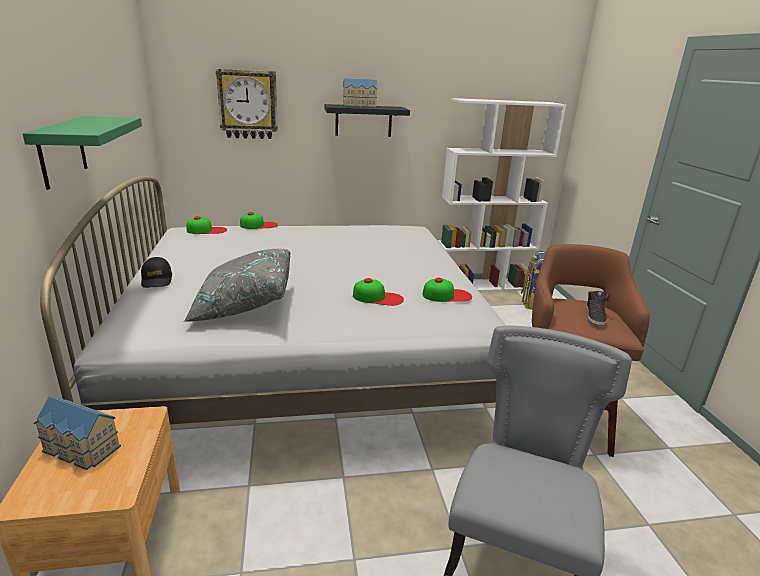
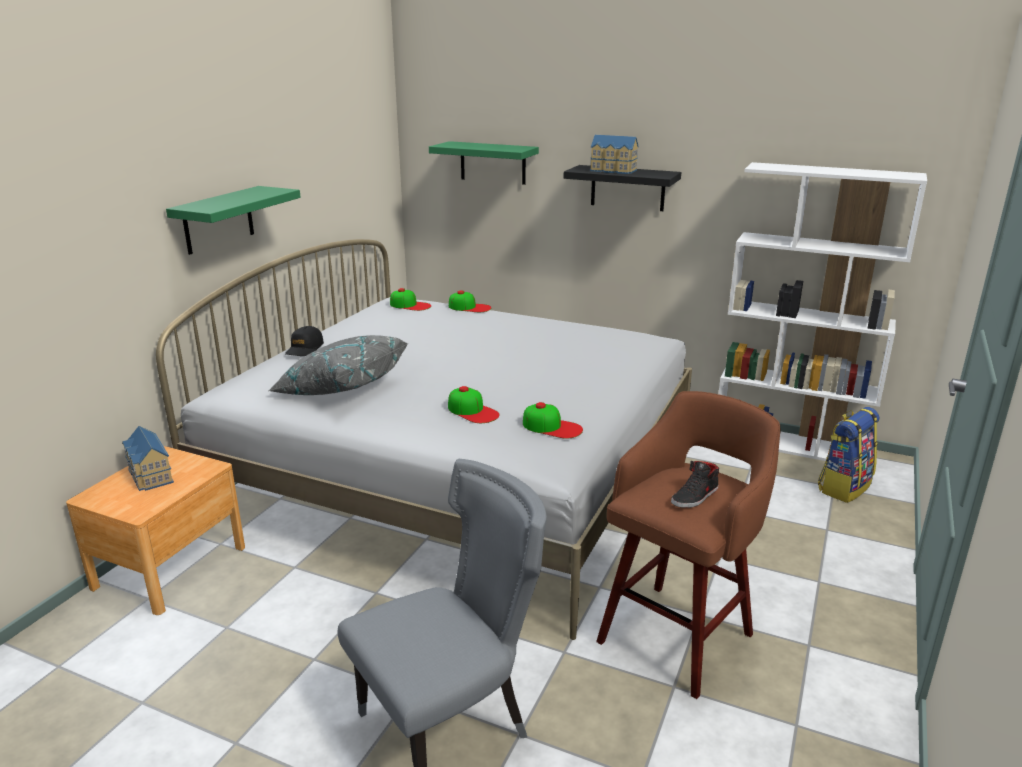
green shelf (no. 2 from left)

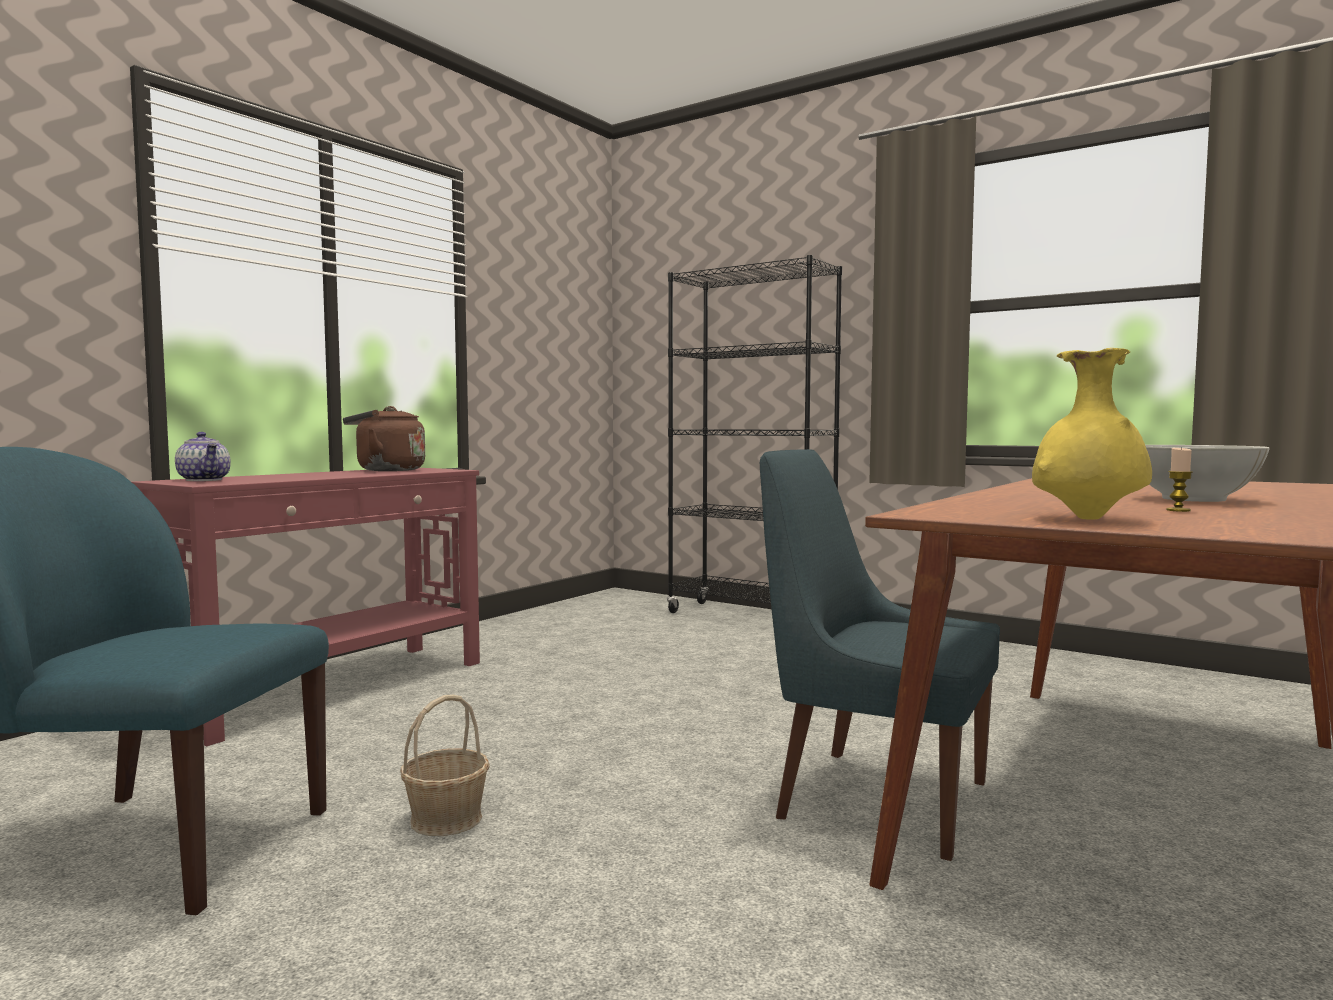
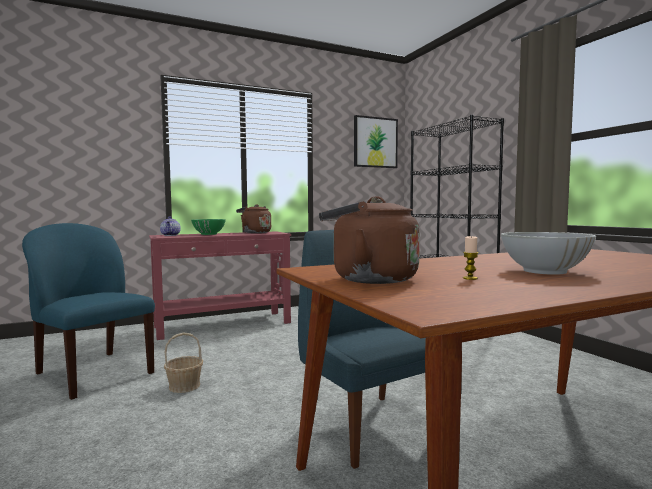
green bowl; brown kettle (no. 2 from left); picture

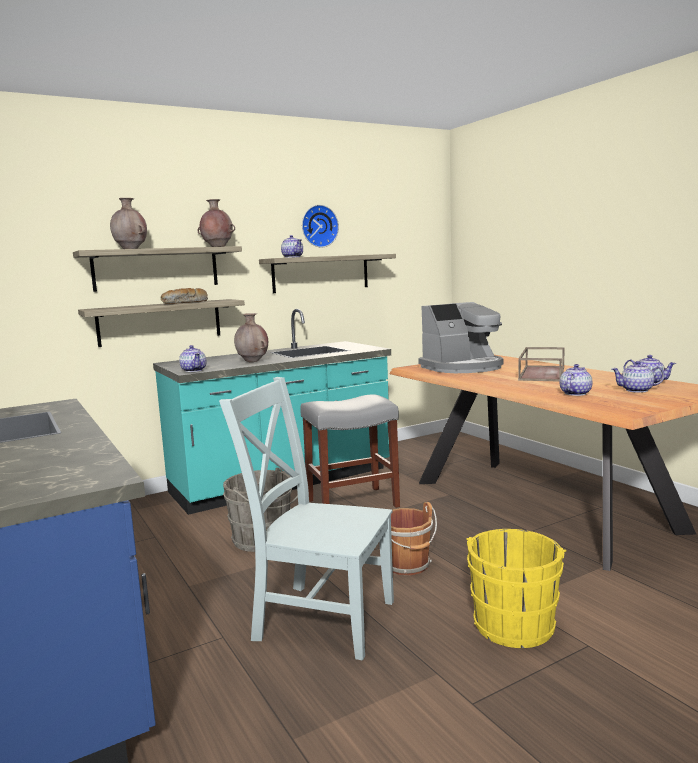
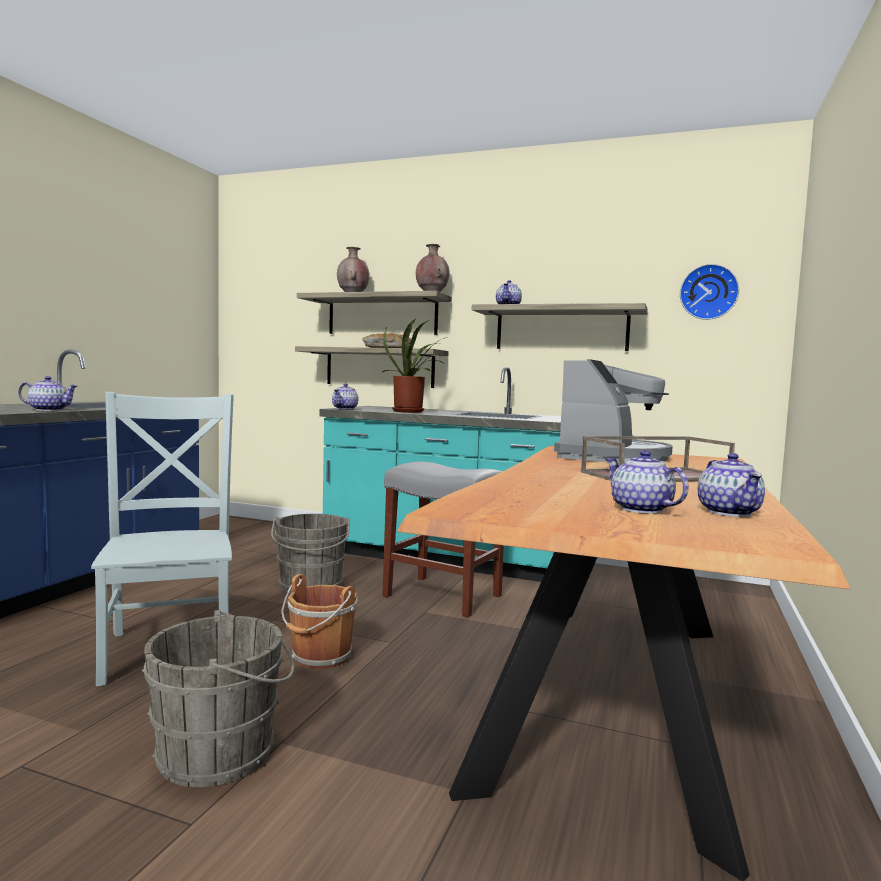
teapot (no. 1 from left); grey bucket (no. 1 from left); potted plant; coffee machine; wall clock

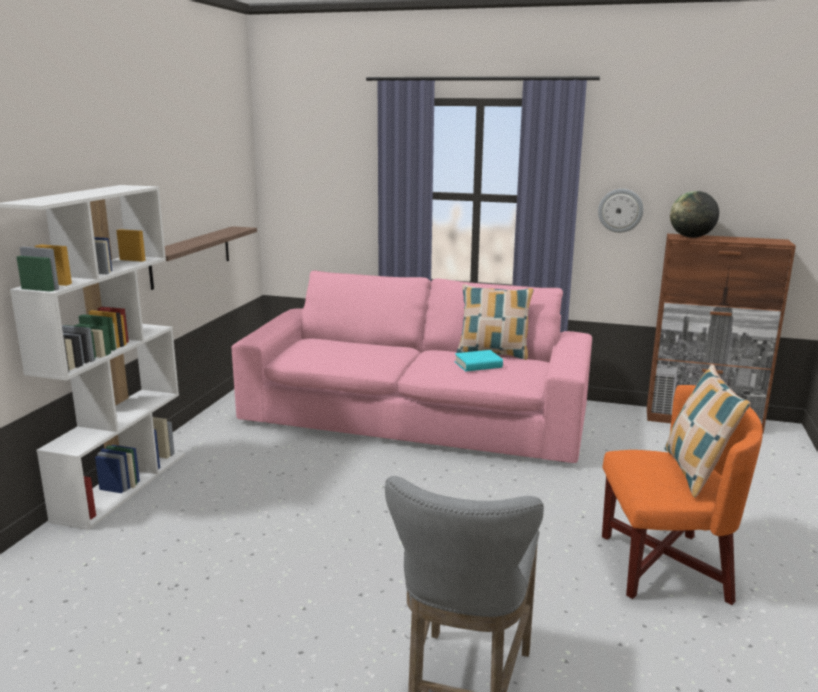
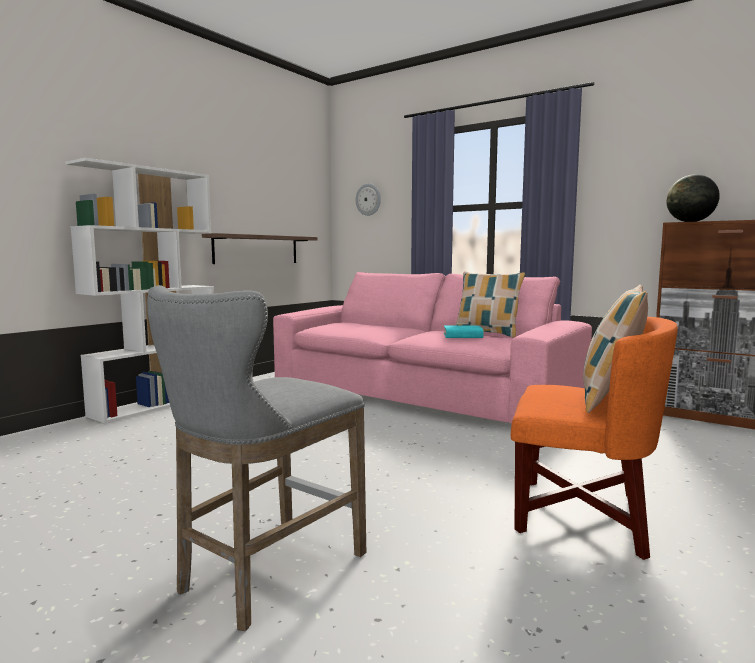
wall clock

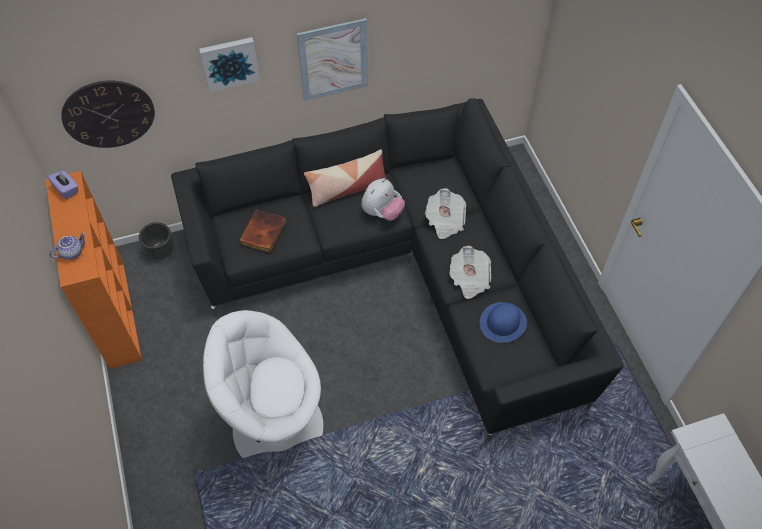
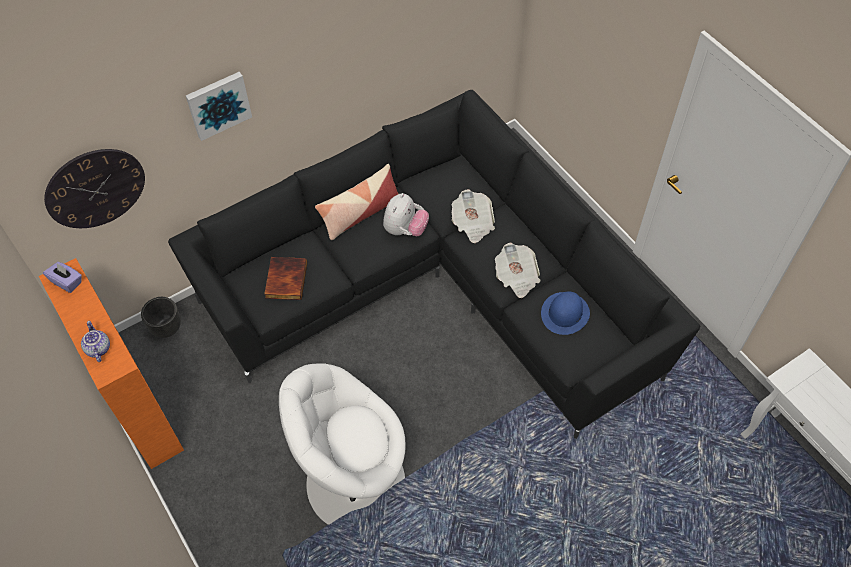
teapot; picture (no. 2 from left in the first image)

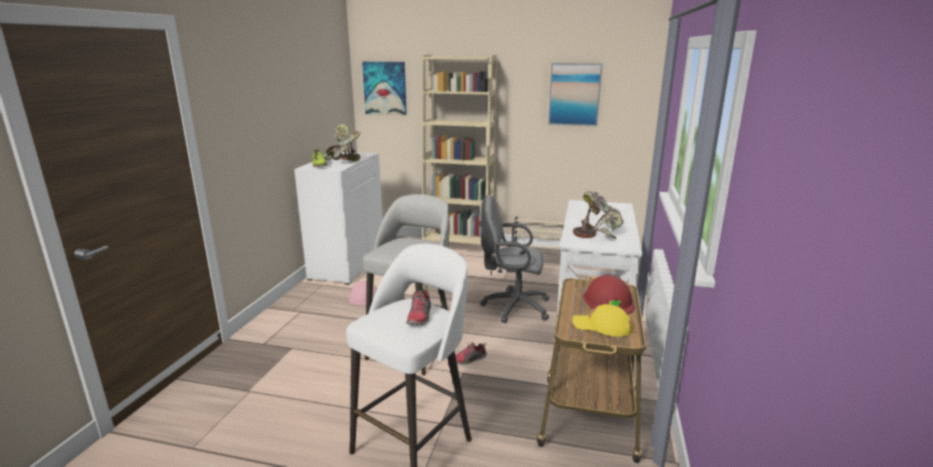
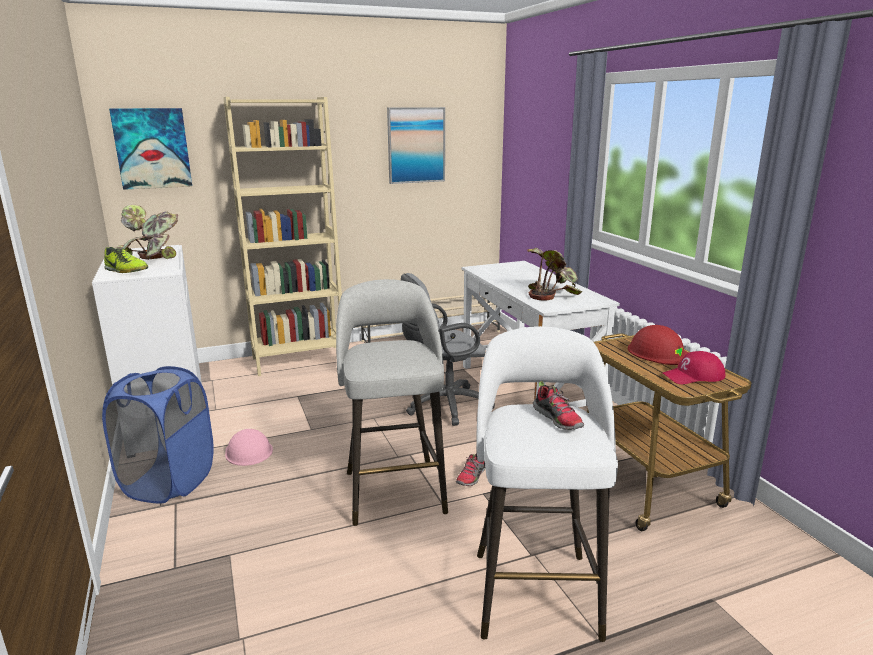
blue laundry basket; red cap

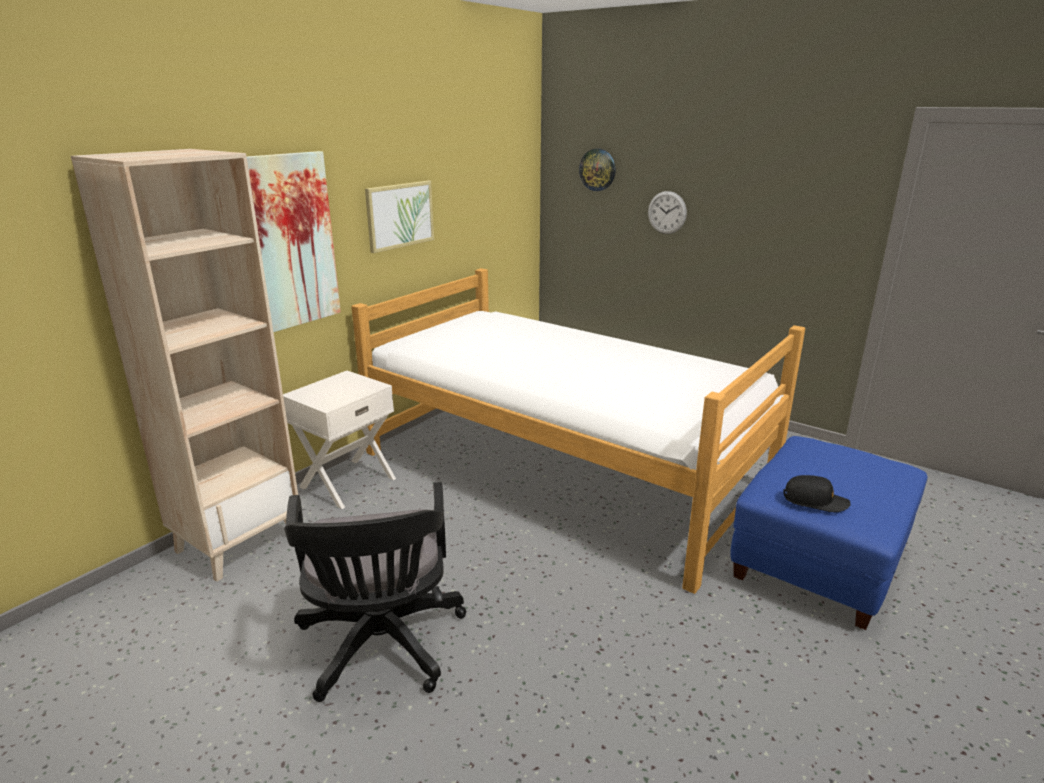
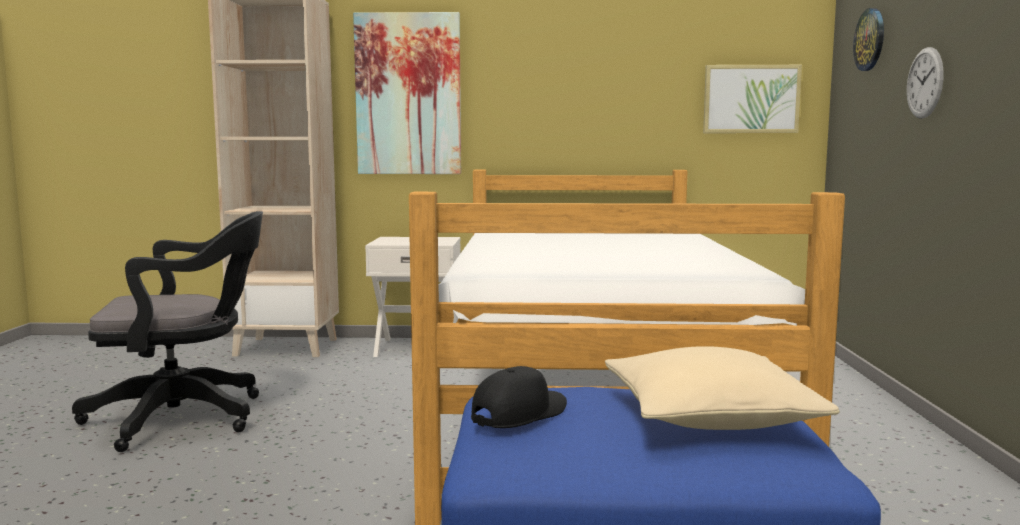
black office chair; black cap; beige pillow; picture (no. 2 from left)

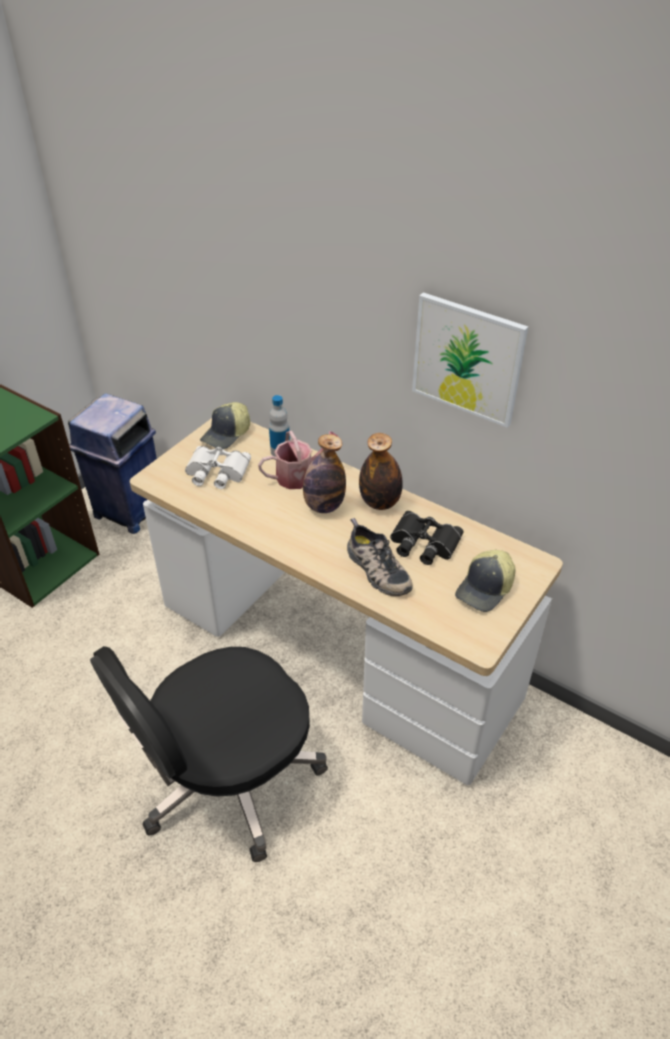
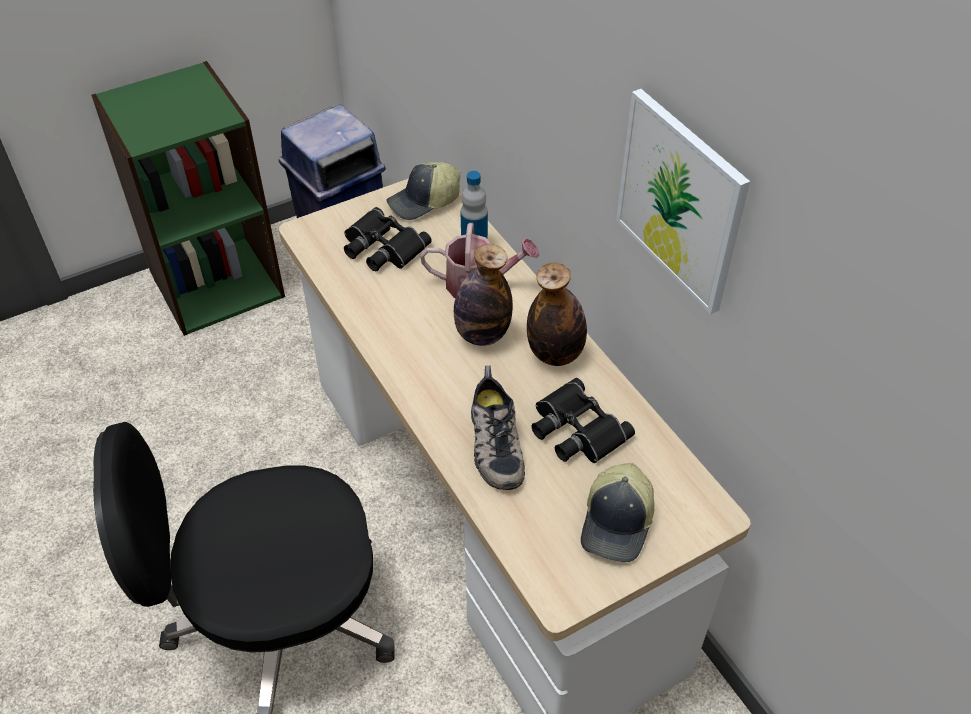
black binoculars (no. 1 from left); cap (no. 2 from left)

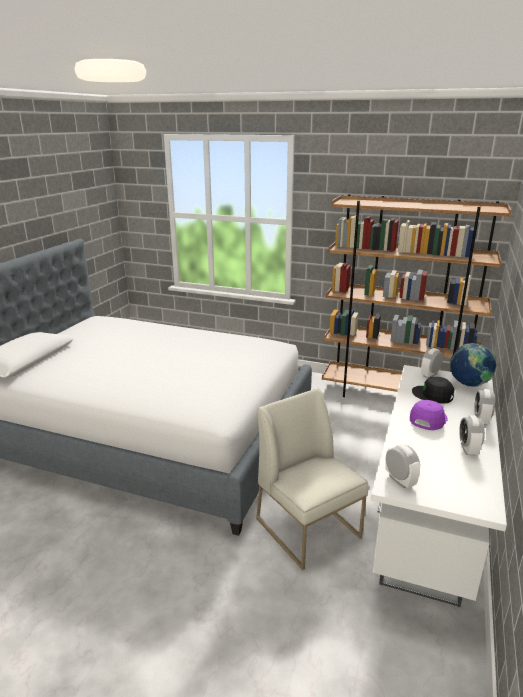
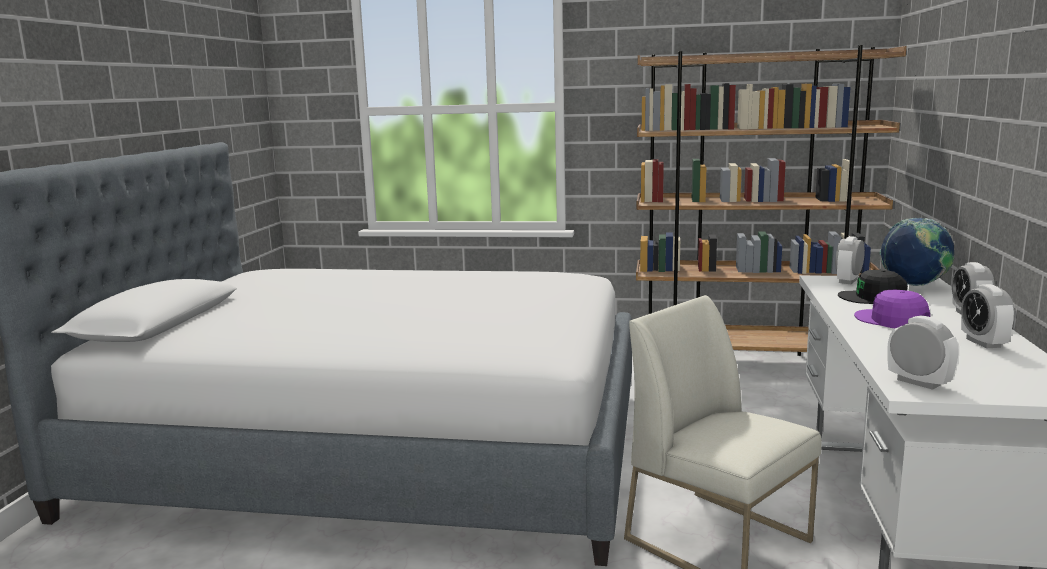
purple cap

